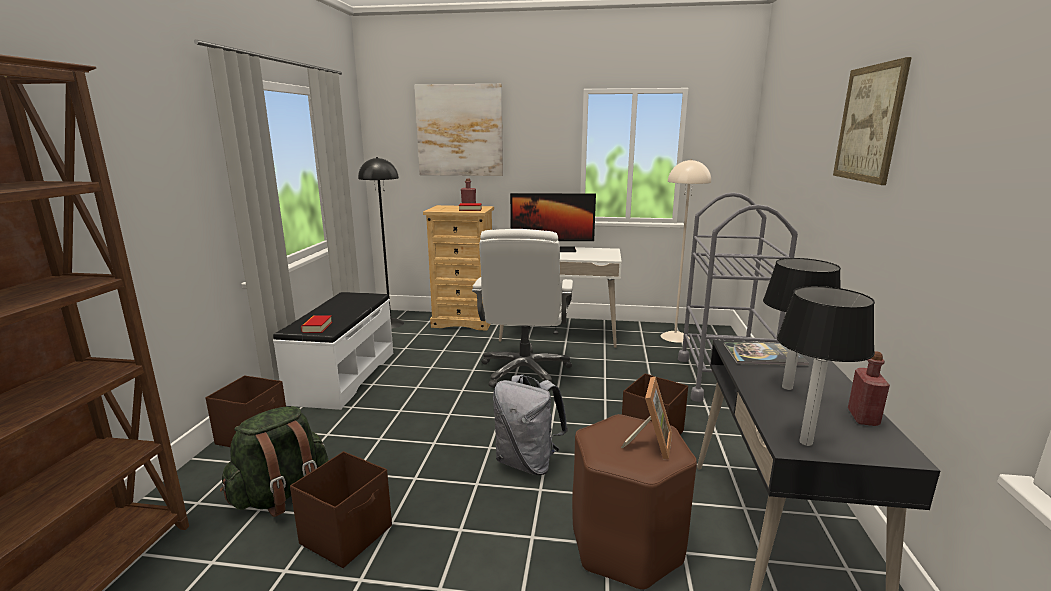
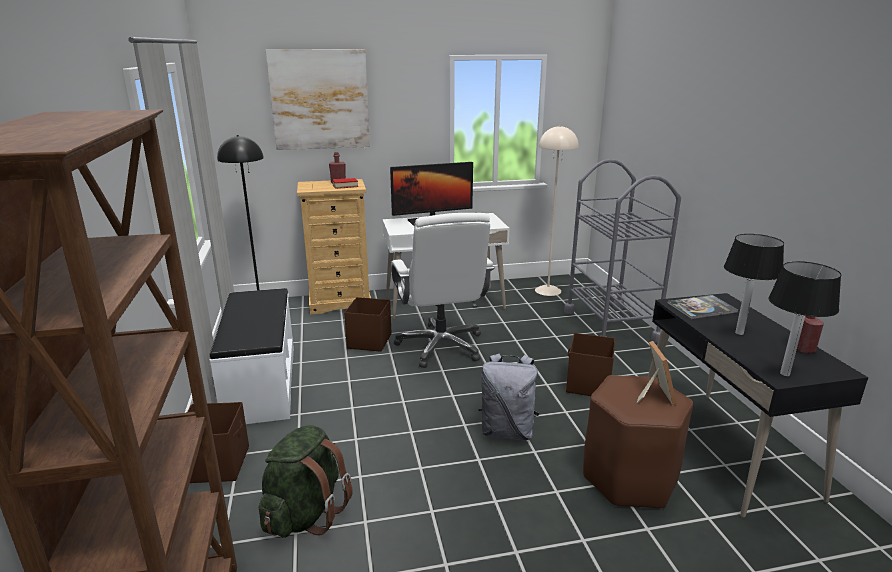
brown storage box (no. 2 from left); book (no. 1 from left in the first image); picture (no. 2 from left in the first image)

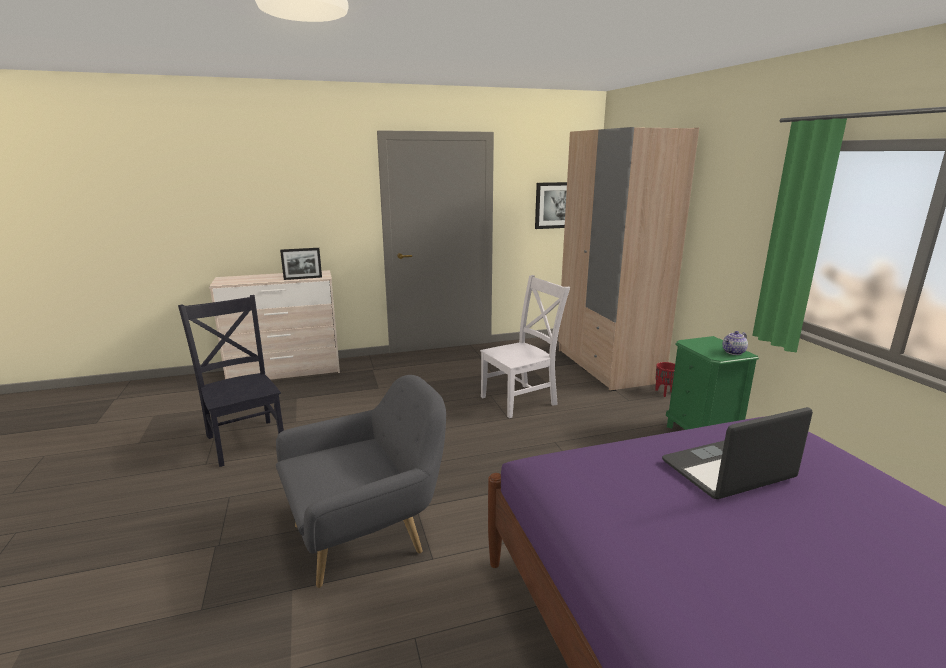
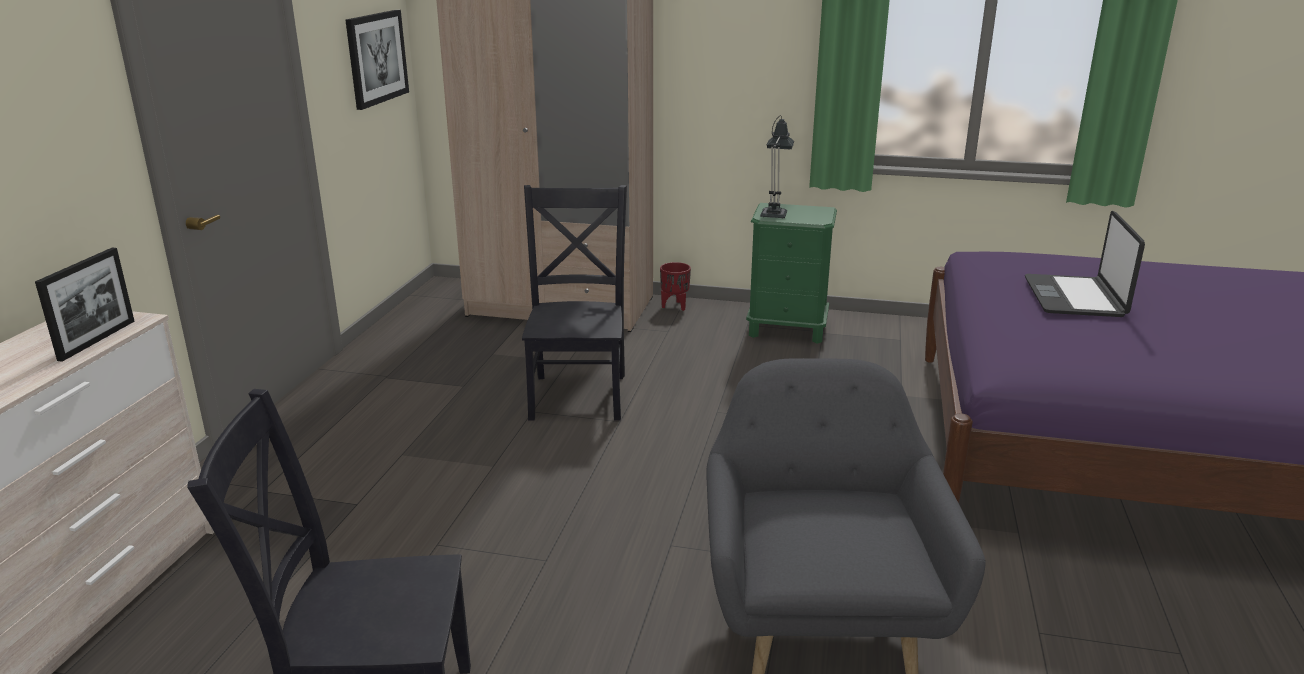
black chair (no. 2 from left); table lamp; teapot

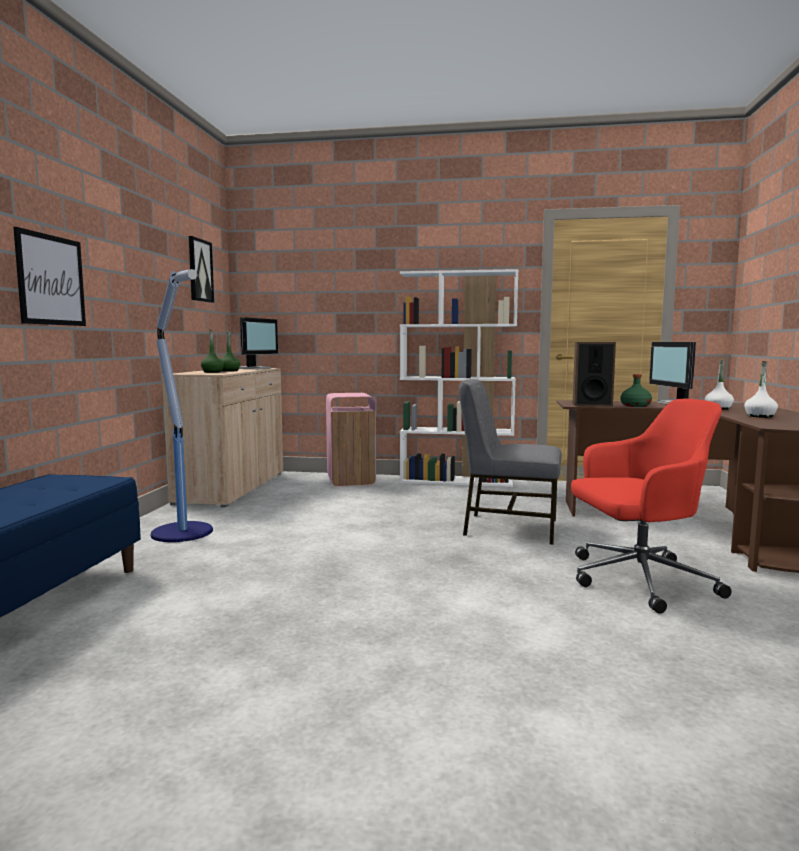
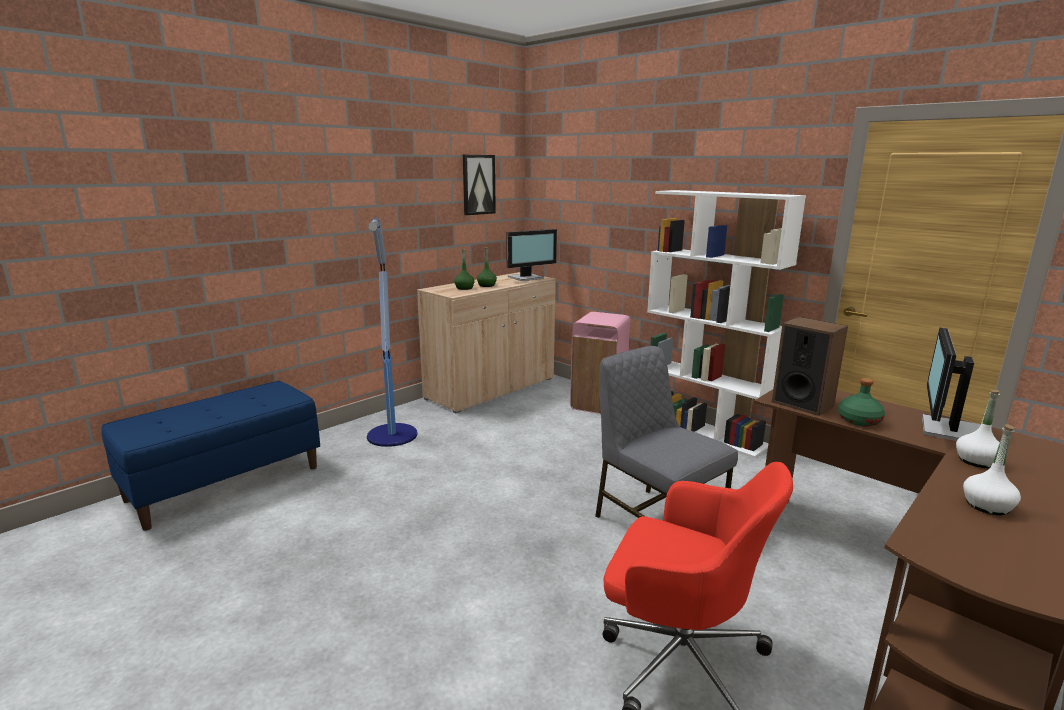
picture (no. 1 from left in the first image)

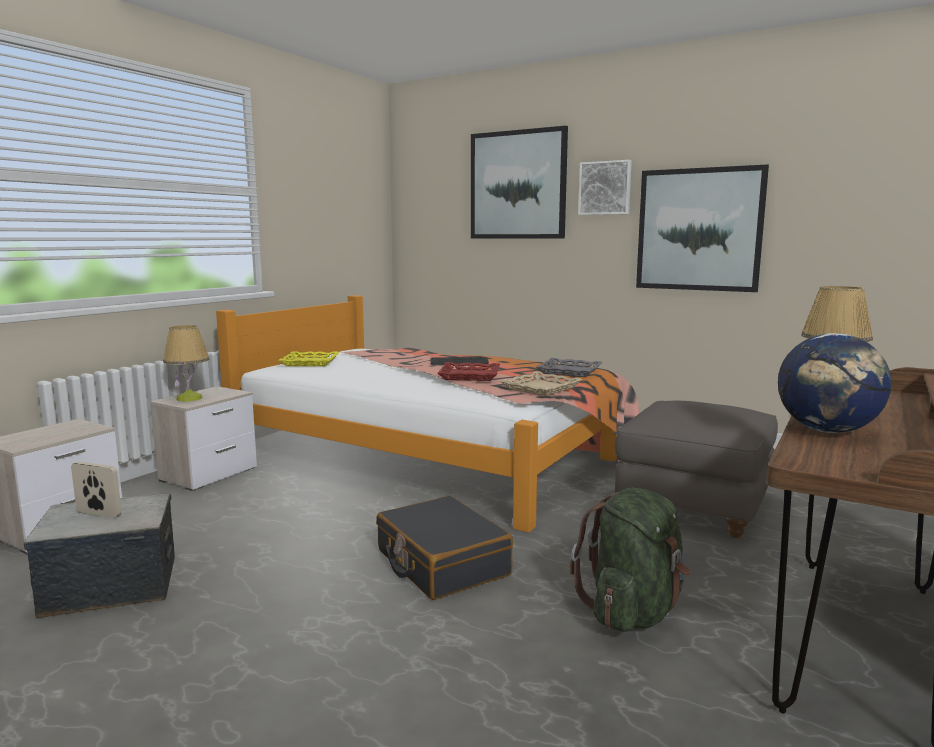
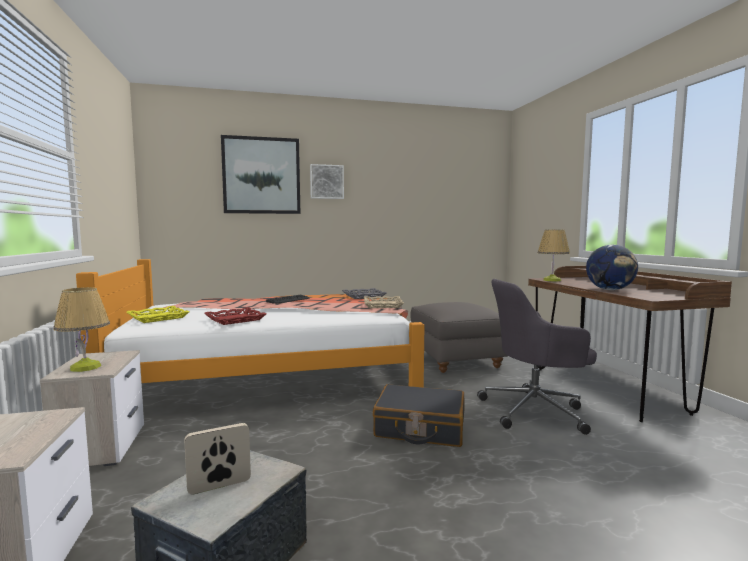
red tray; grey office chair; picture (no. 3 from left in the first image)

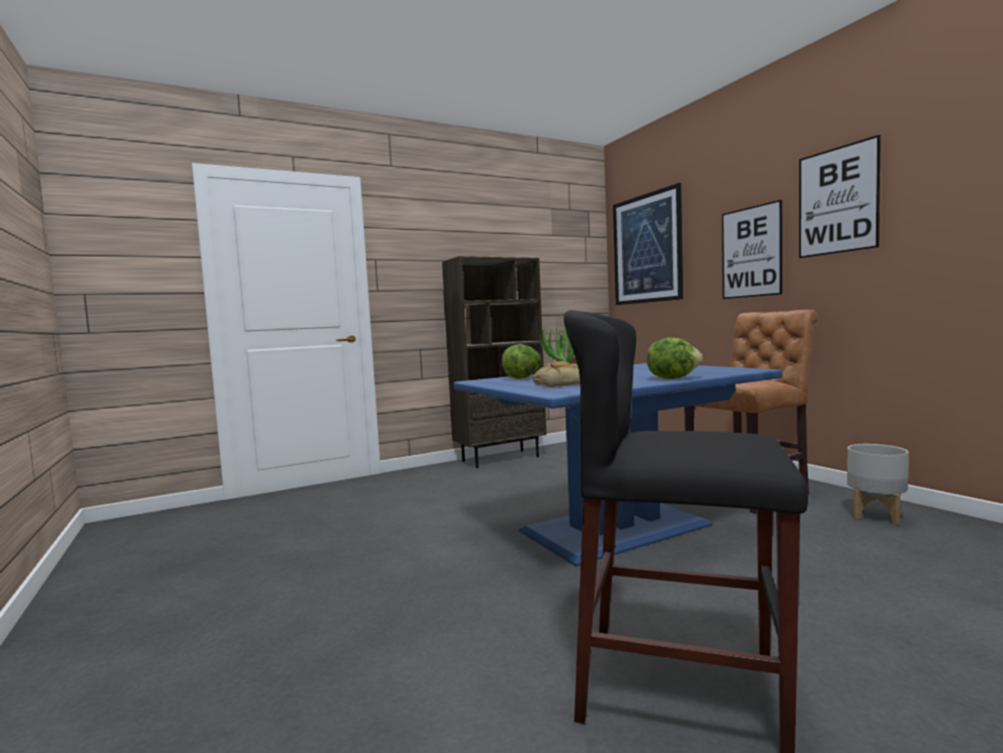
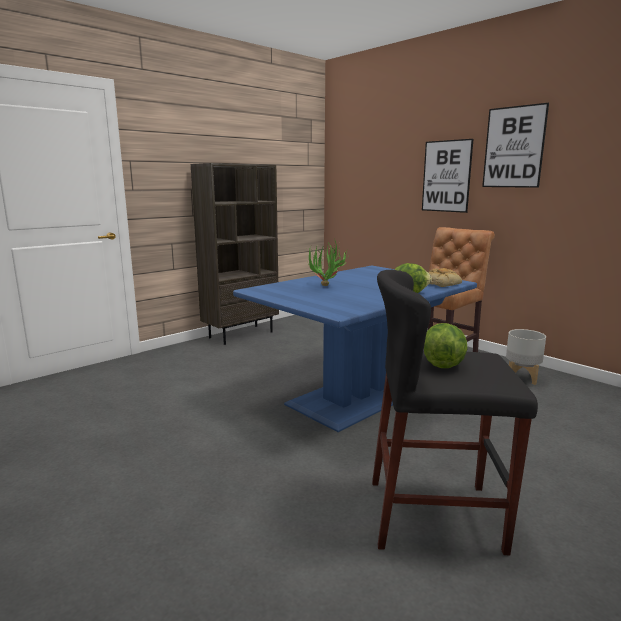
lettuce (no. 2 from left); bread; picture (no. 1 from left in the first image)

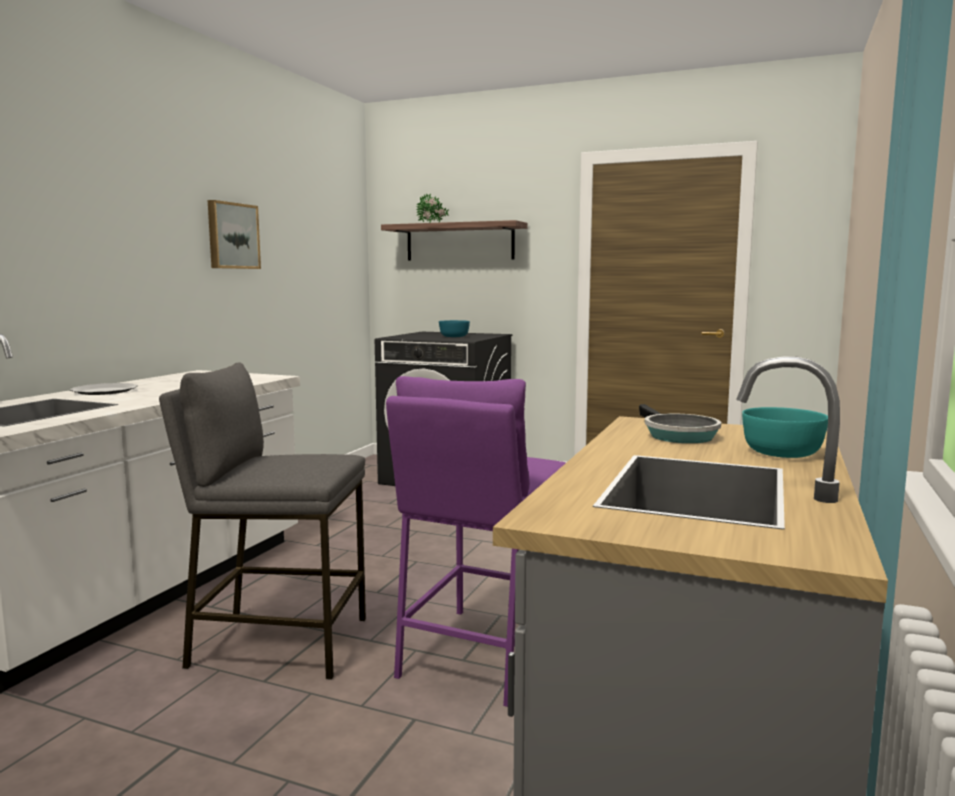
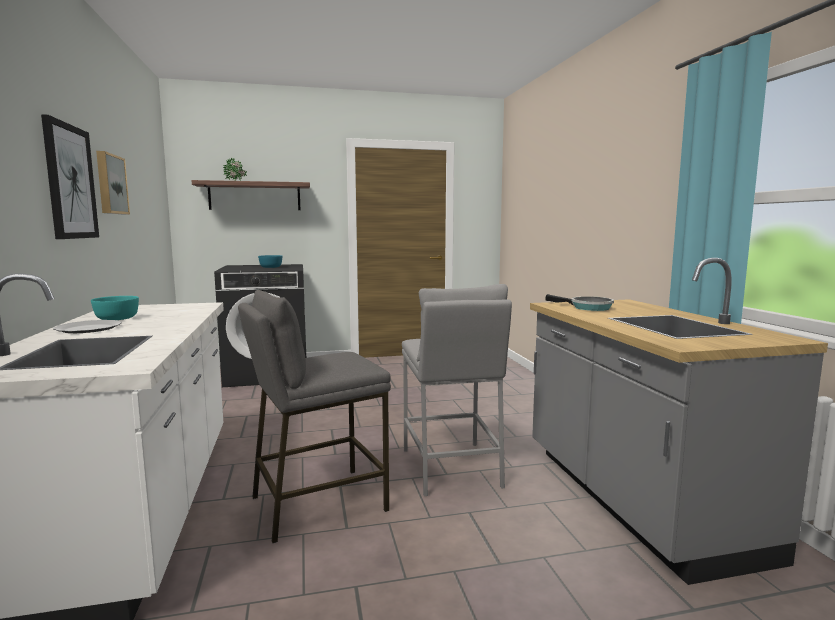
picture (no. 1 from left); turquoise bowl (no. 1 from left); grey stool (no. 2 from left)

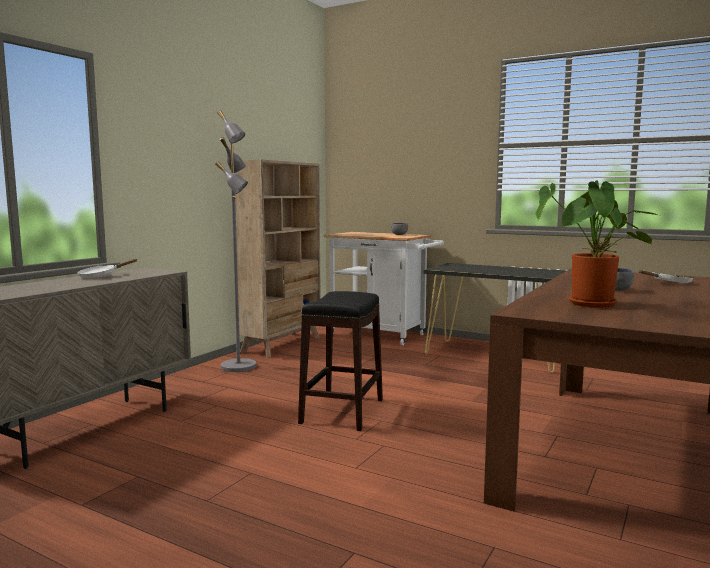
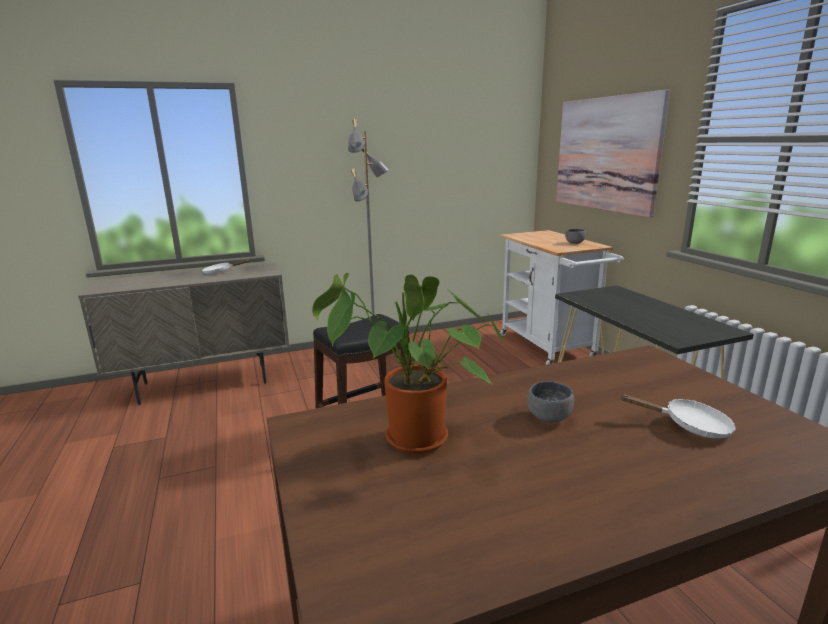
picture; beige bookcase

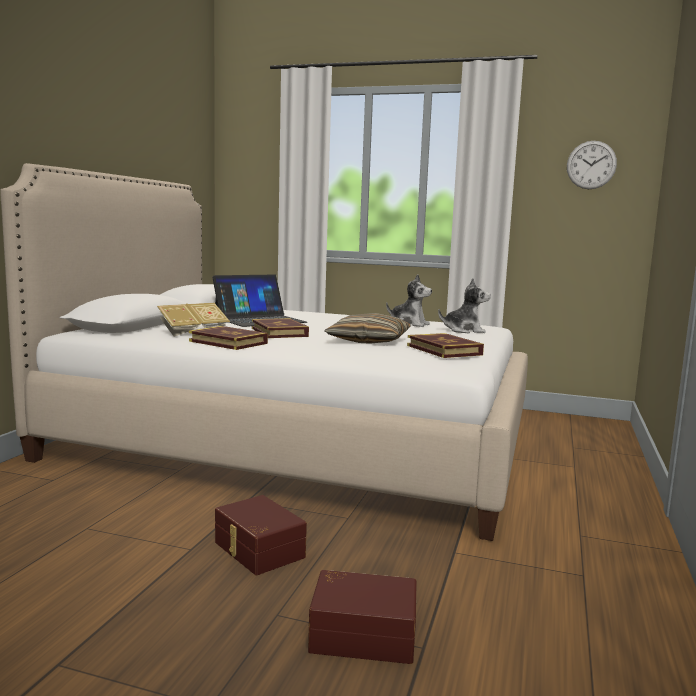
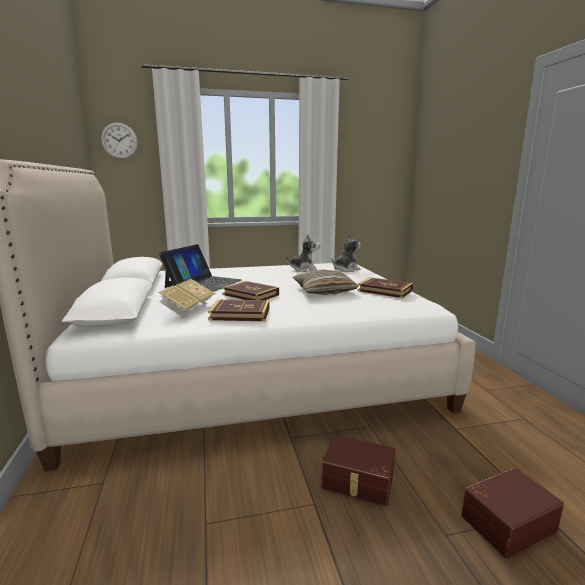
wall clock

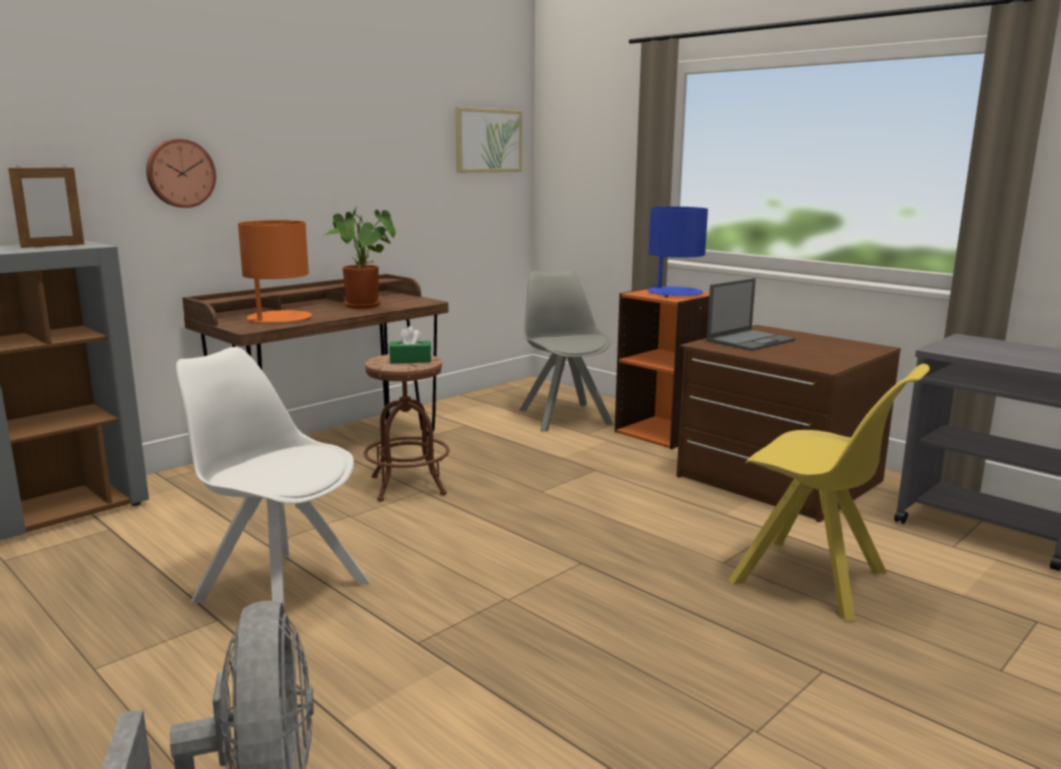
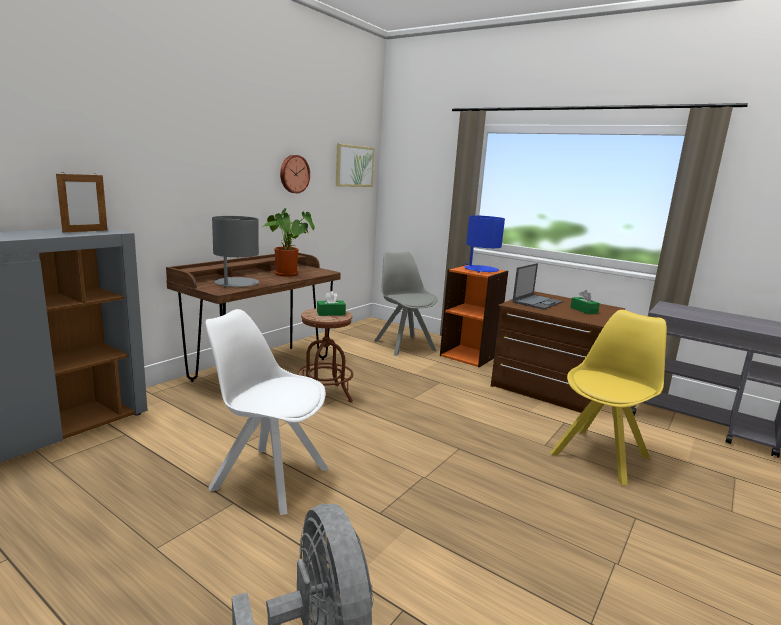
grey table lamp; wall clock; yellow chair; green tissue box (no. 2 from left)

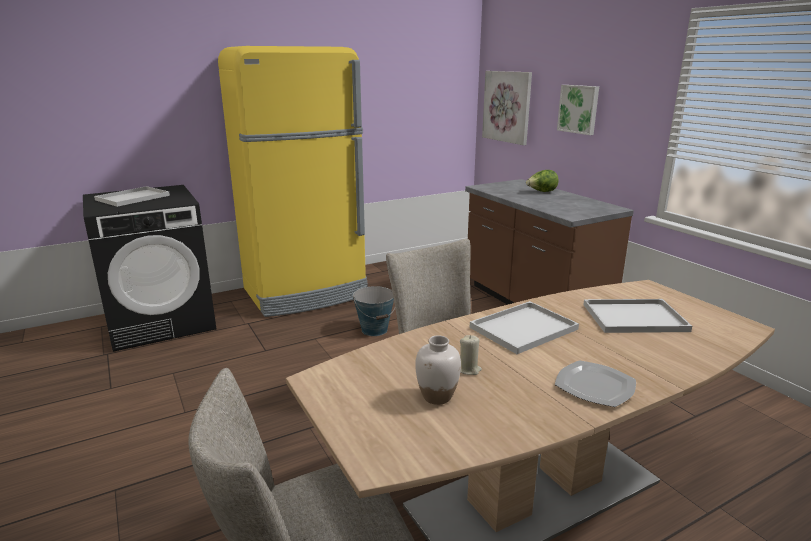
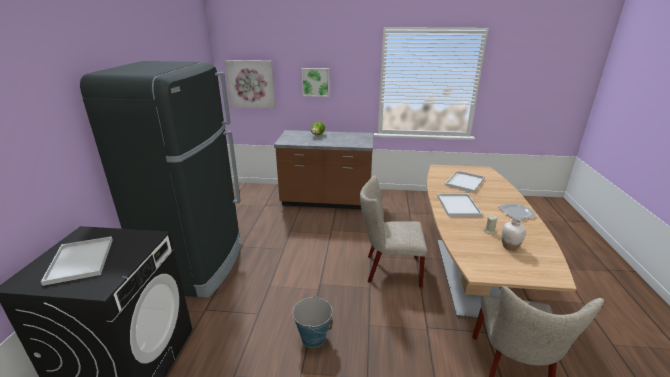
black fridge; bucket

